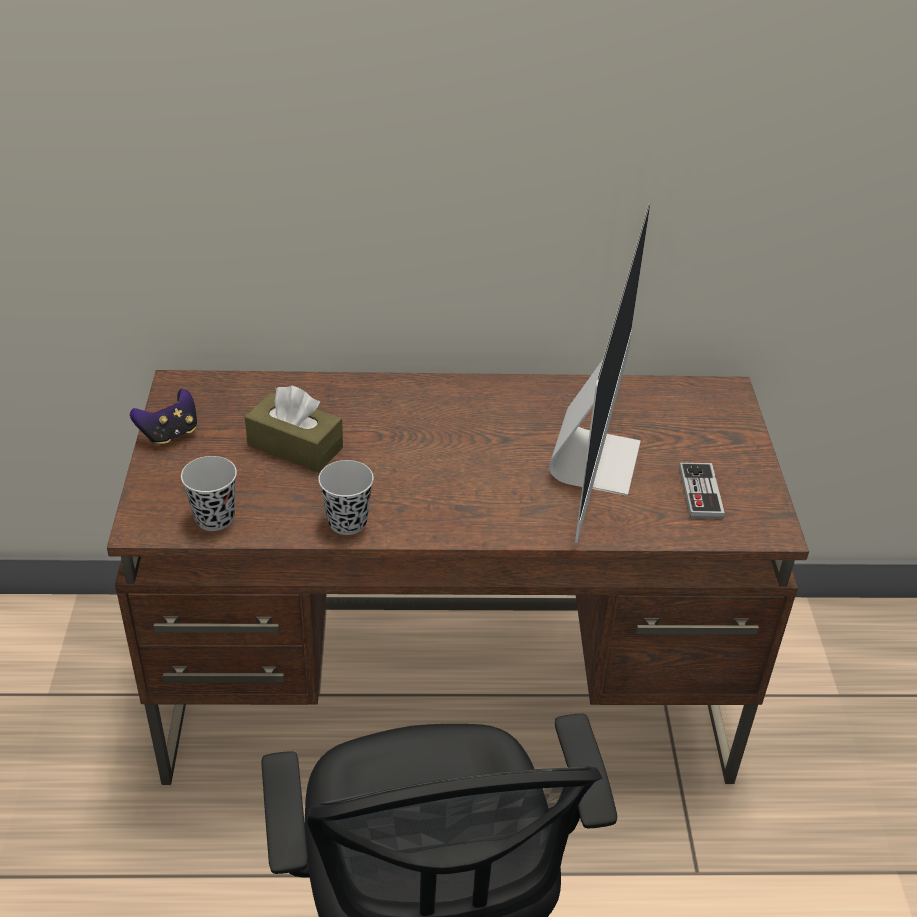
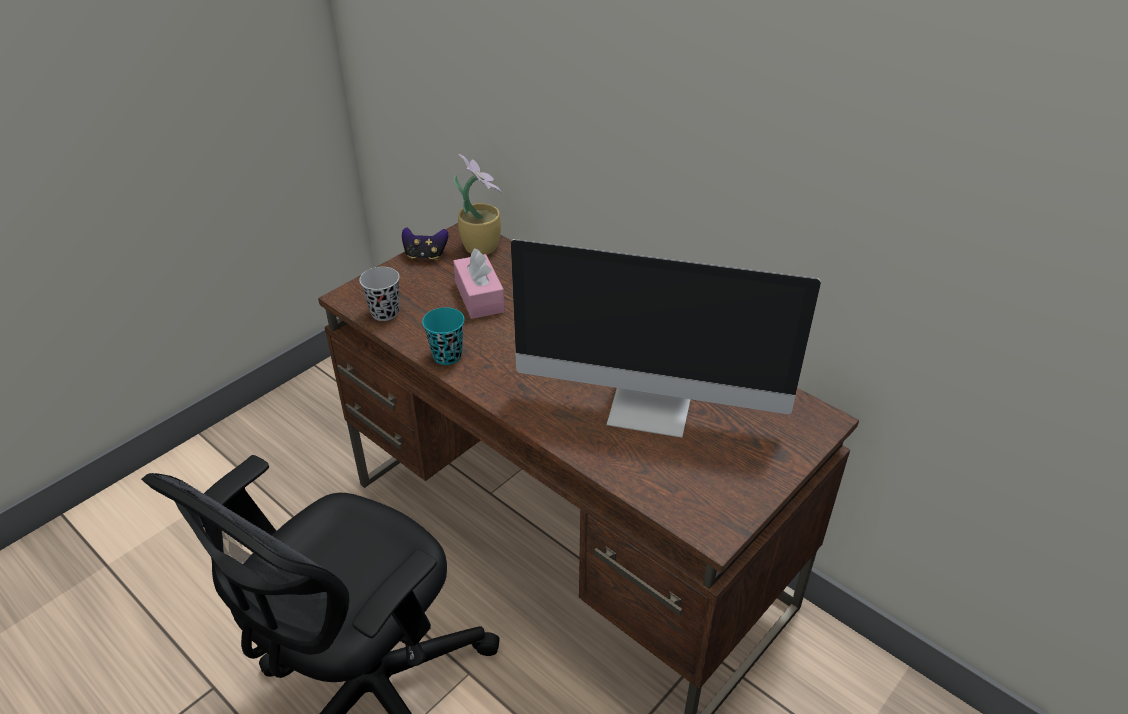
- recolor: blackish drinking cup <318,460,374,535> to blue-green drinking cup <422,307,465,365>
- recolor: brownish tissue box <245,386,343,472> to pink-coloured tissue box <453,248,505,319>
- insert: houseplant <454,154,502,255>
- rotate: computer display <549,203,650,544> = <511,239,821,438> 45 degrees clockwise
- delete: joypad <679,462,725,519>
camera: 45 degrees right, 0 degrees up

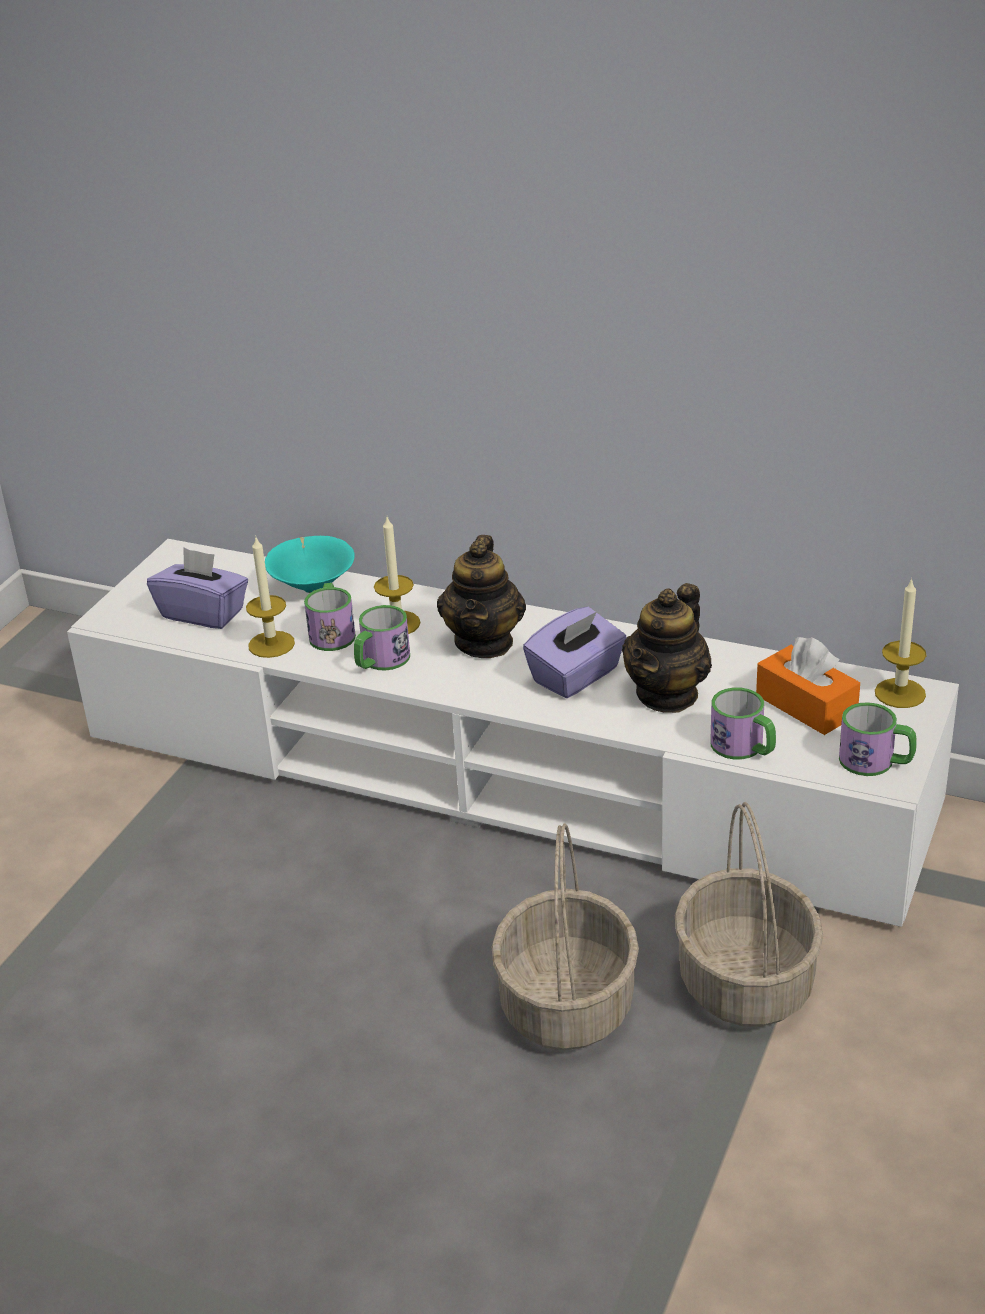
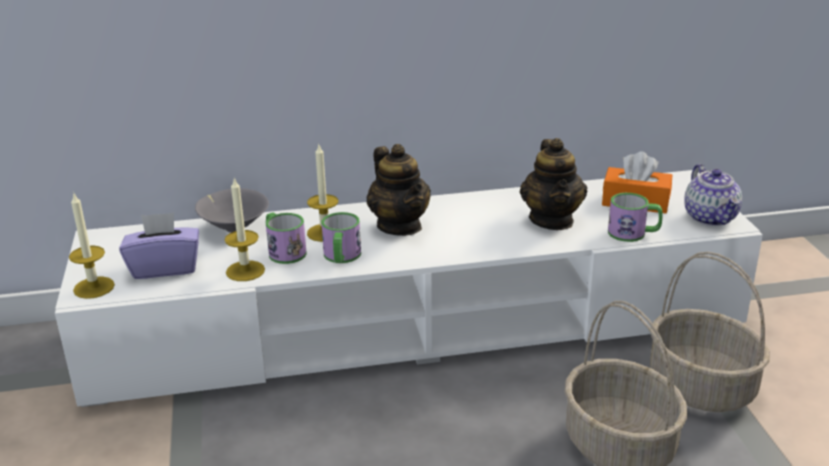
- move: wax candle <875,578,926,708> to <69,194,115,299>
- recolor: blue-green deep dish <265,536,355,593> to grey deep dish <195,188,269,233>
- replace: mug <839,702,917,776> to teapot <684,164,742,226>
- delete: purple-coloured tissue box <523,606,627,698>
camera: 35 degrees left, 5 degrees down

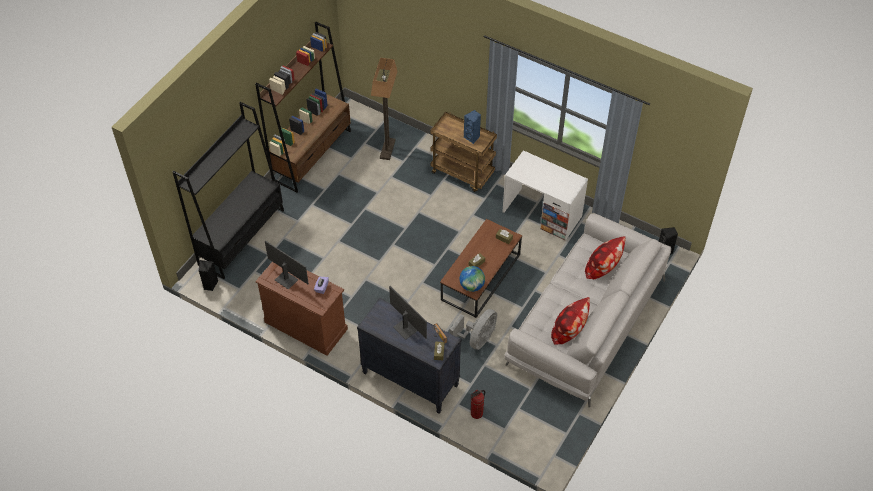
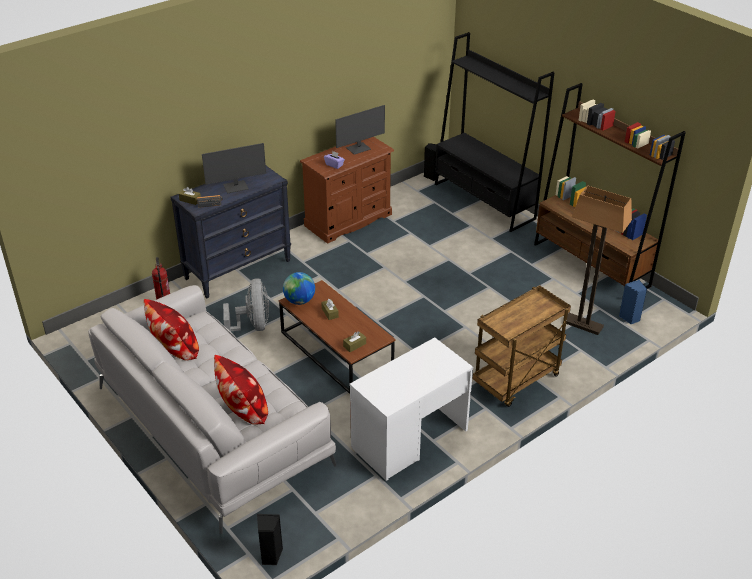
- rotate: grey electric fan <449,309,497,350> = <223,279,269,332> 150 degrees counterclockwise
- move: bluish loudspeaker <464,110,481,144> to <619,280,647,324>
camera: 110 degrees right, 15 degrees down

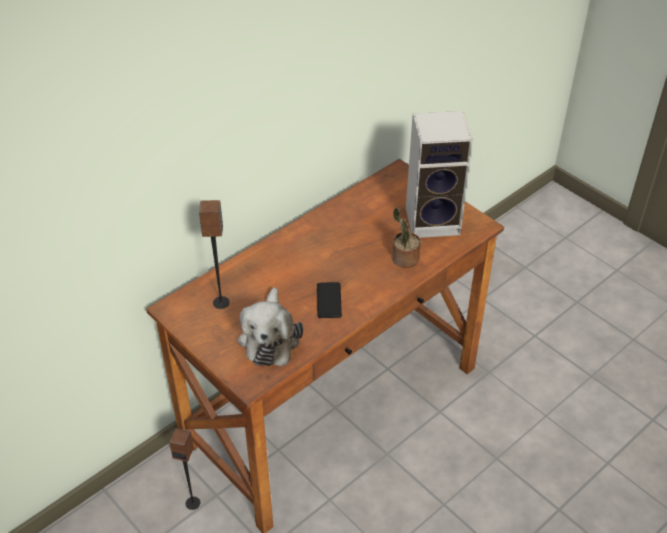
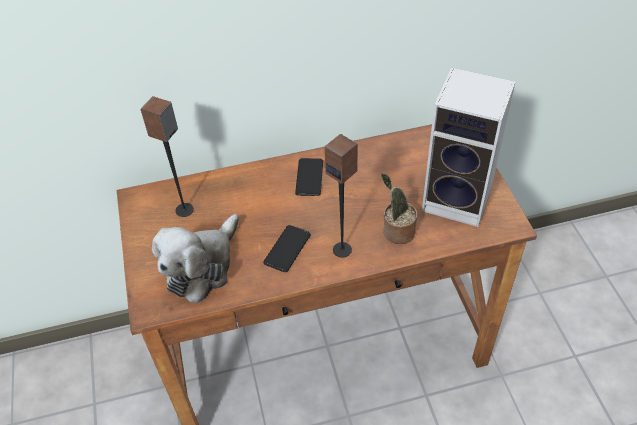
- insert: handset <295,158,323,196>
- move: loudspeaker <169,428,200,510> to <325,134,358,258>
camera: 30 degrees right, 5 degrees up

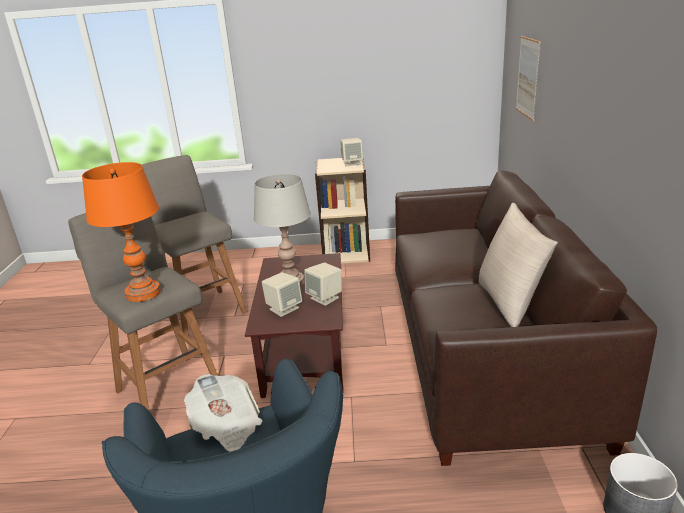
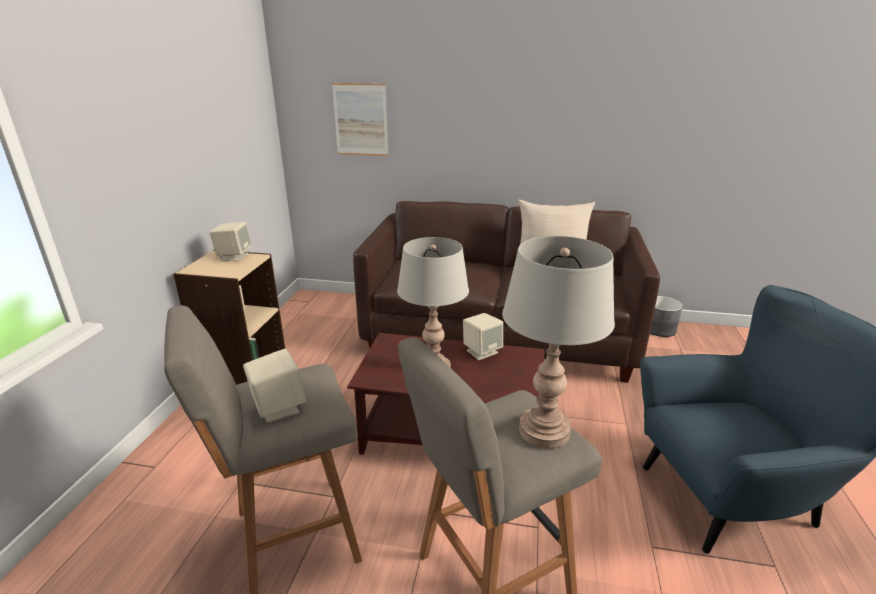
- move: sand-coloured loudspeaker <262,272,302,317> to <243,349,306,422>
- recolor: orange table lamp <82,162,160,302> to grey table lamp <502,236,615,449>
- delete: printed paper <184,374,262,452>
camera: 80 degrees left, 0 degrees up

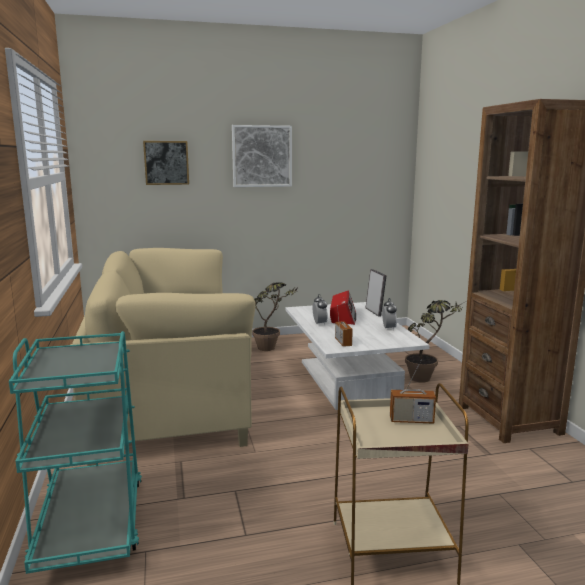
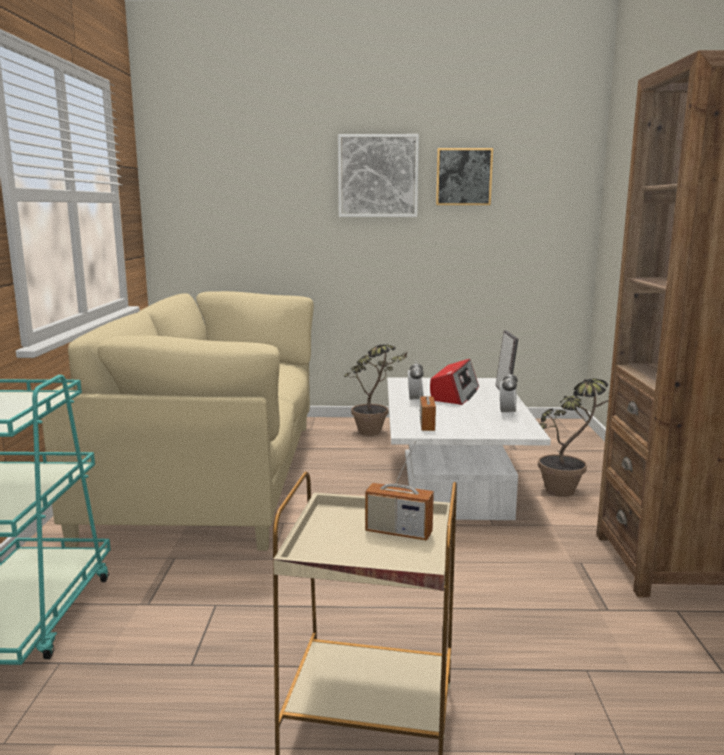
- move: wall art <143,141,189,185> to <436,148,493,205>
camera: 15 degrees right, 0 degrees up

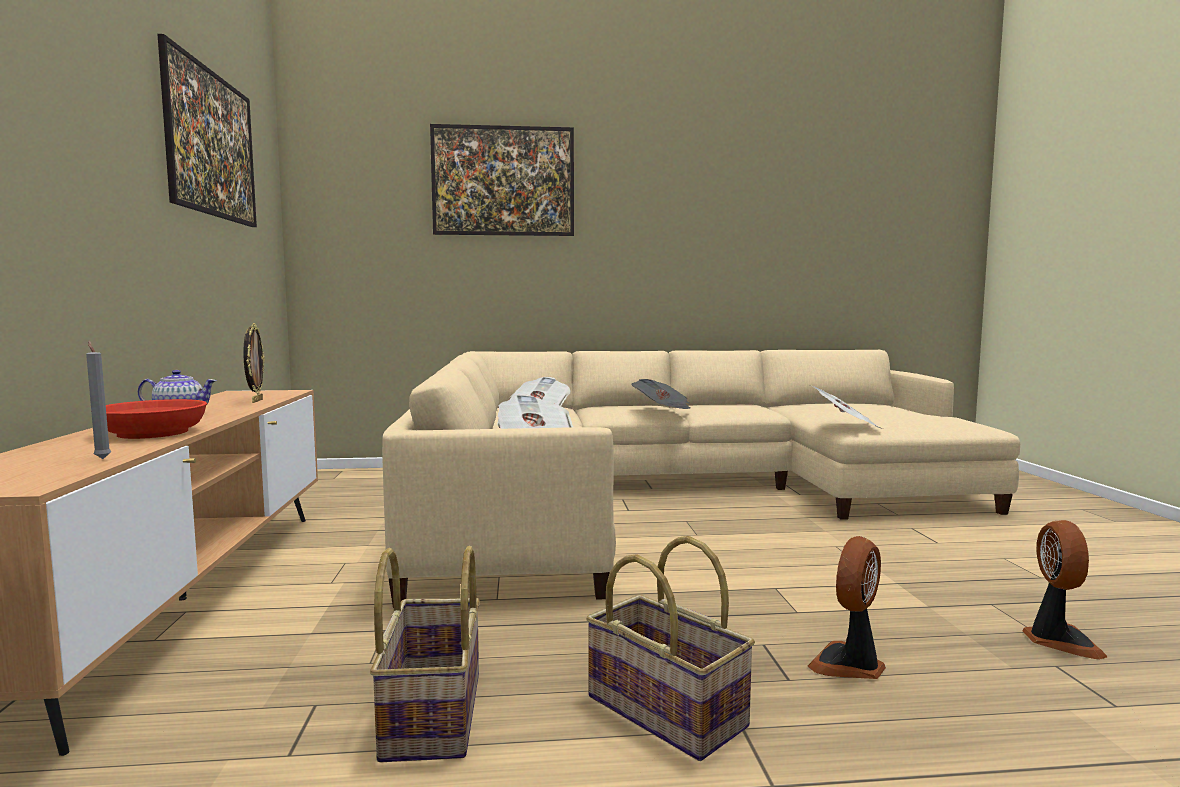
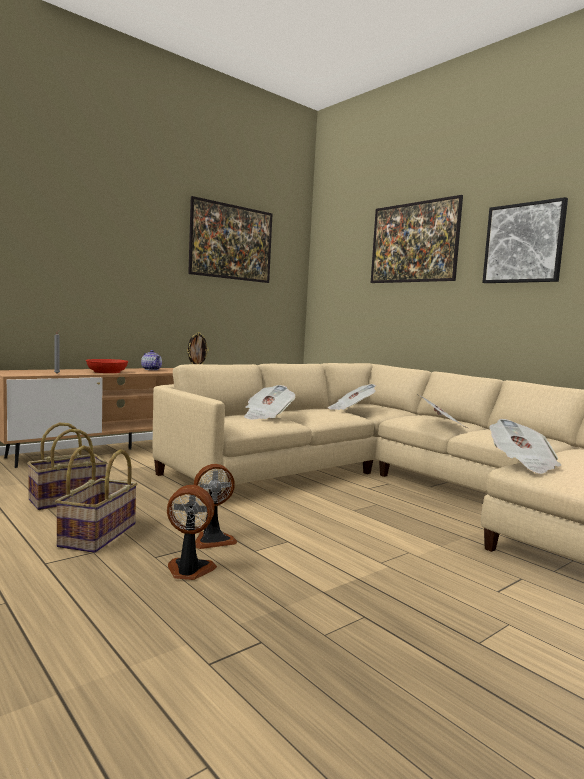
- move: electric fan <1022,520,1107,659> to <194,464,237,549>
- insert: wall art <482,197,568,283>
camera: 55 degrees right, 0 degrees up

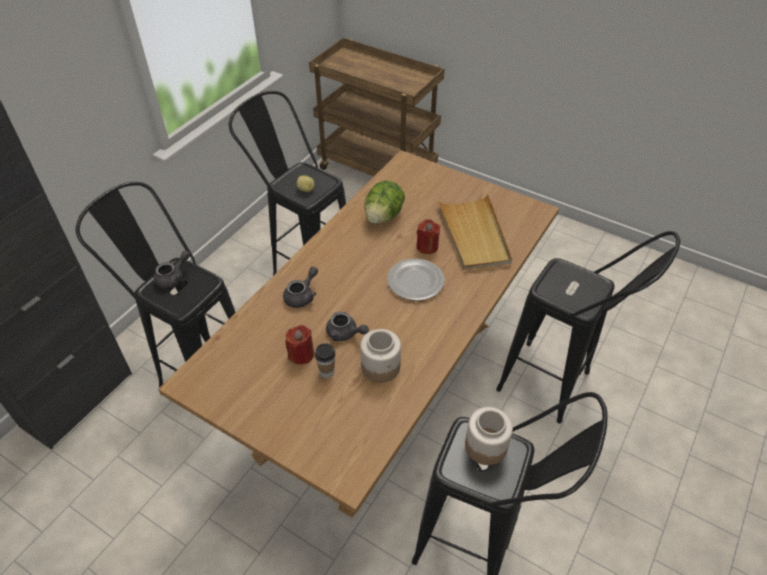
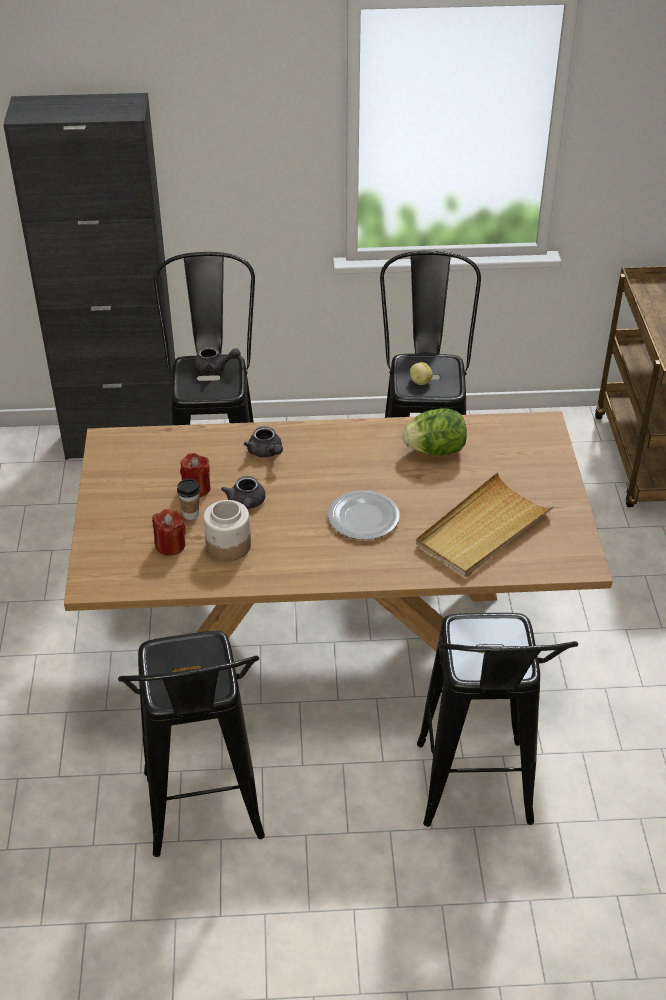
- move: reddish wax candle <416,219,440,254> to <152,509,186,556>
- rotate: grey teapot <283,267,318,308> = <244,426,283,458> 60 degrees clockwise
- delete: jar <465,407,513,465>
camera: 55 degrees right, 5 degrees down

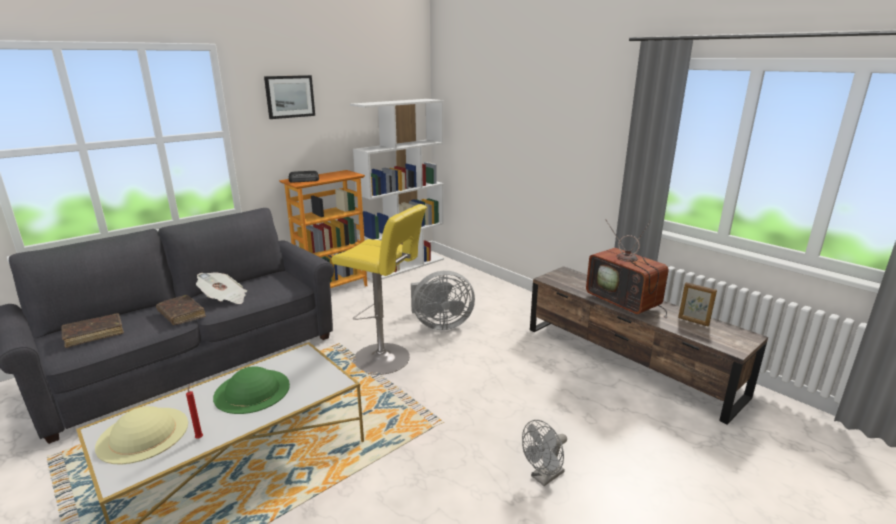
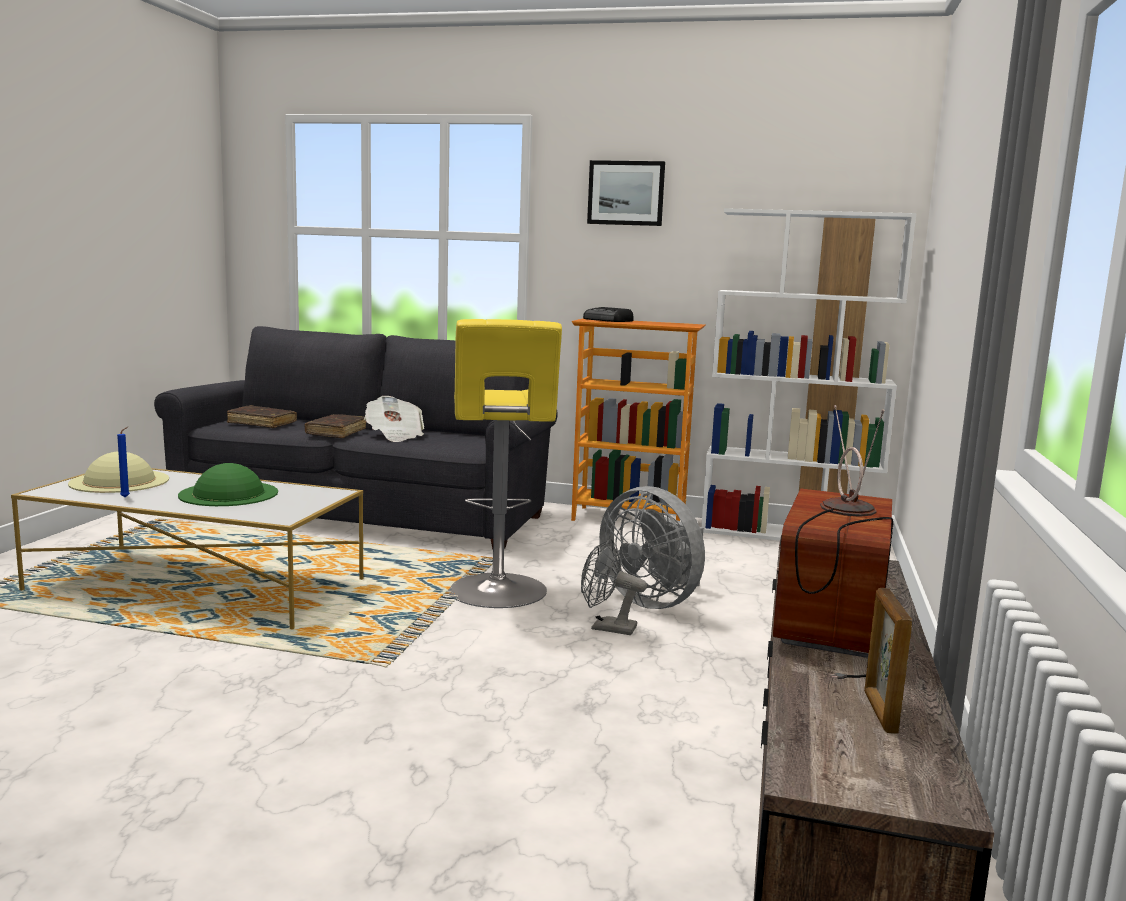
- recolor: reddish wax candle <186,384,203,439> to bluish wax candle <117,426,130,497>
- move: grey electric fan <522,420,567,486> to <581,539,647,635>
camera: 55 degrees right, 10 degrees down

